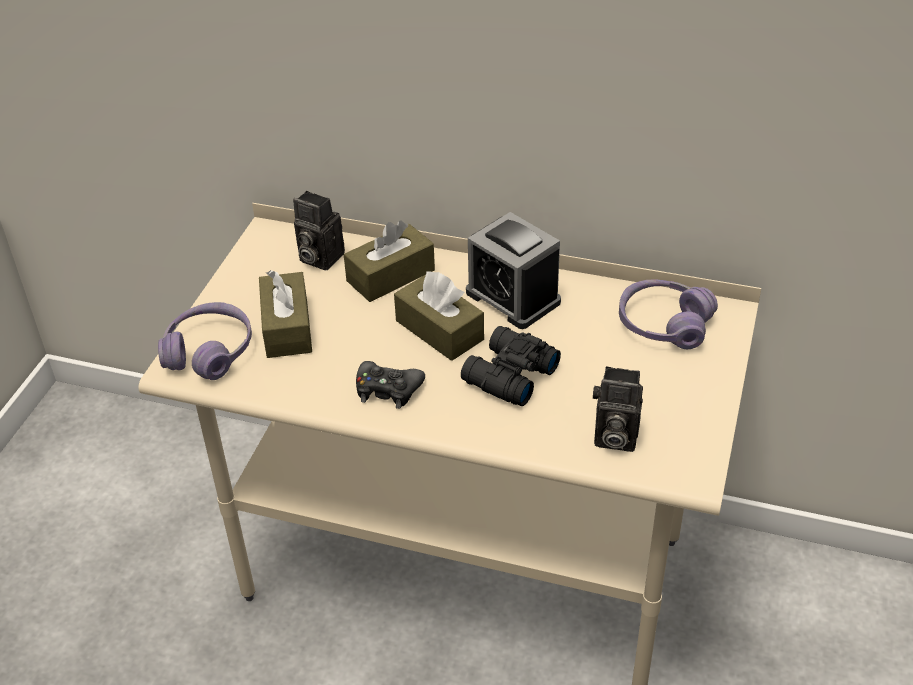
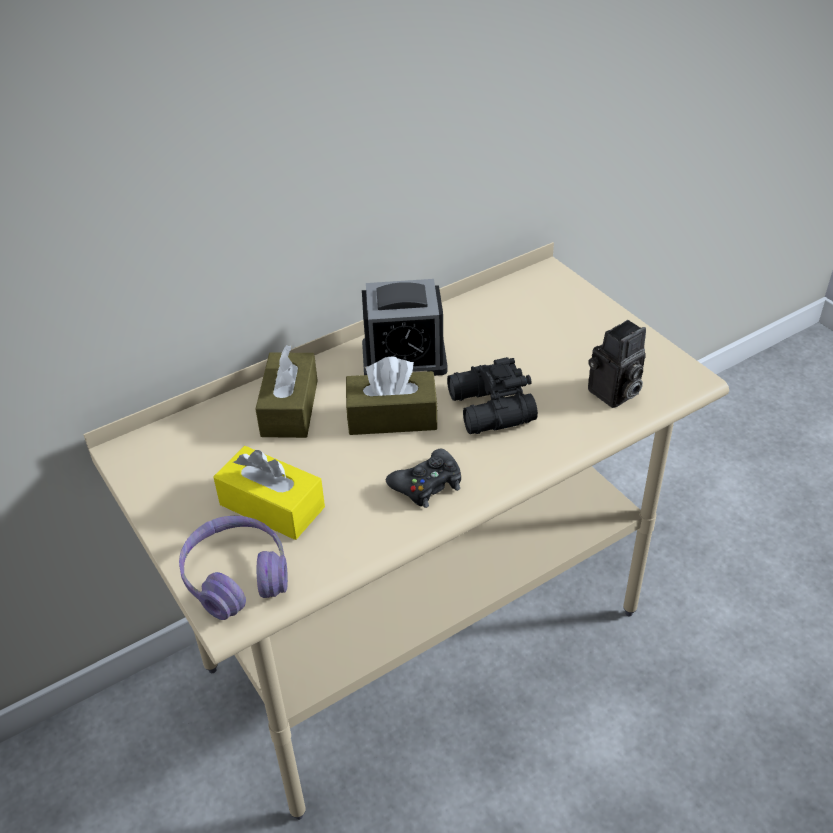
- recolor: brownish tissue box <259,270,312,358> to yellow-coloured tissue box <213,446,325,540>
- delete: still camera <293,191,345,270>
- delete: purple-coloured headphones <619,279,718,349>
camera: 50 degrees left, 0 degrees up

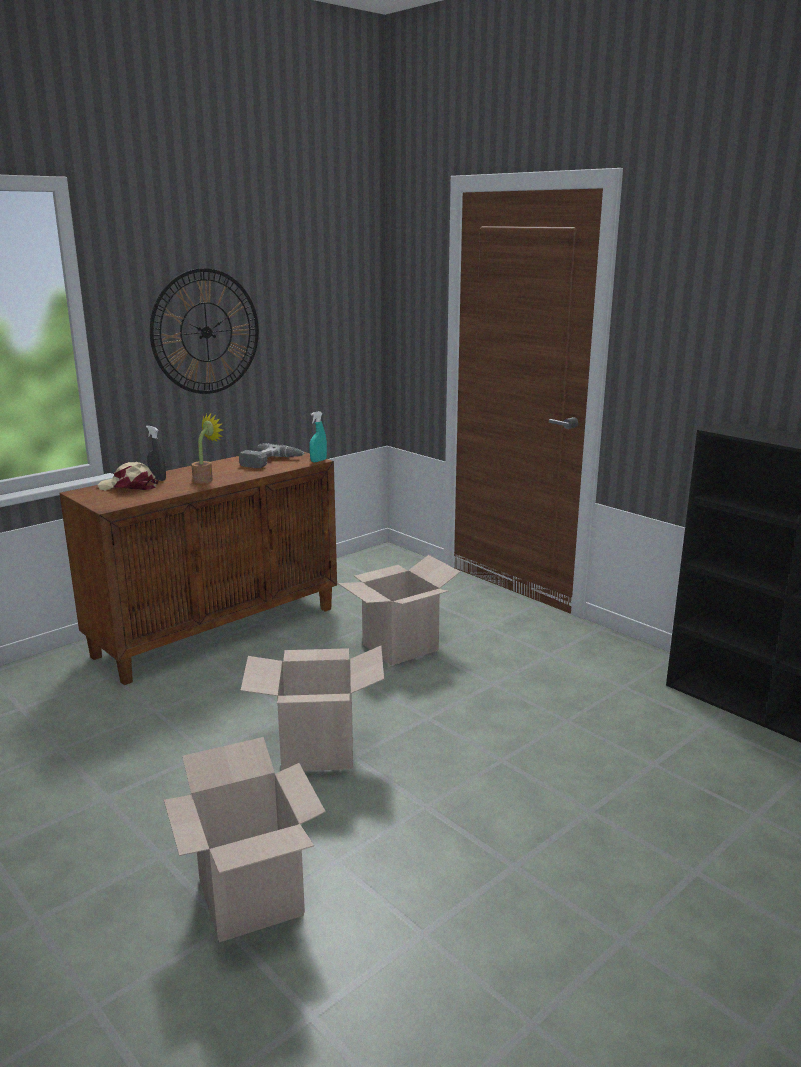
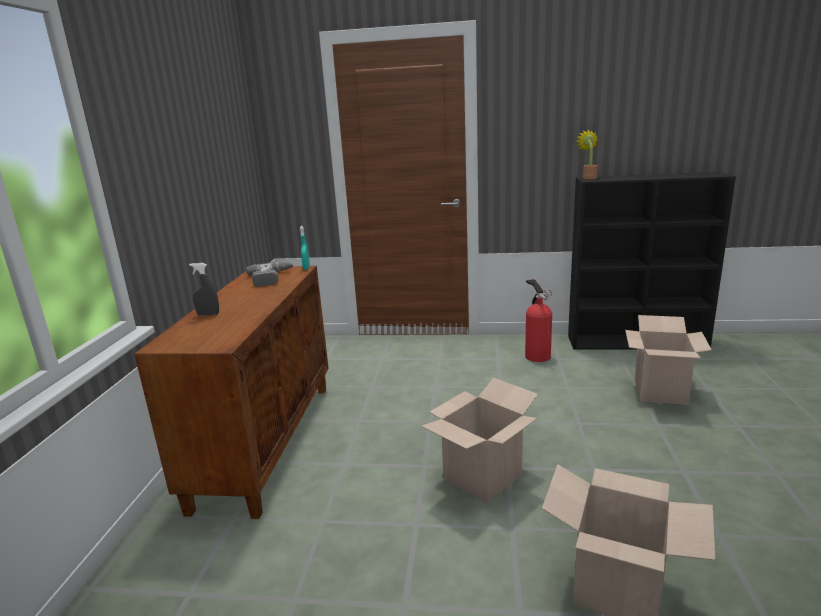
- insert: extinguisher <525,279,552,362>
- move: houseplant <191,414,223,484> to <577,130,598,179>
- move: cardboard box <338,555,460,666> to <625,315,712,405>
- delete: sand-coloured peaked cap <98,462,158,491>
- delete: hanging clock <150,268,259,394>
camera: 40 degrees left, 0 degrees up

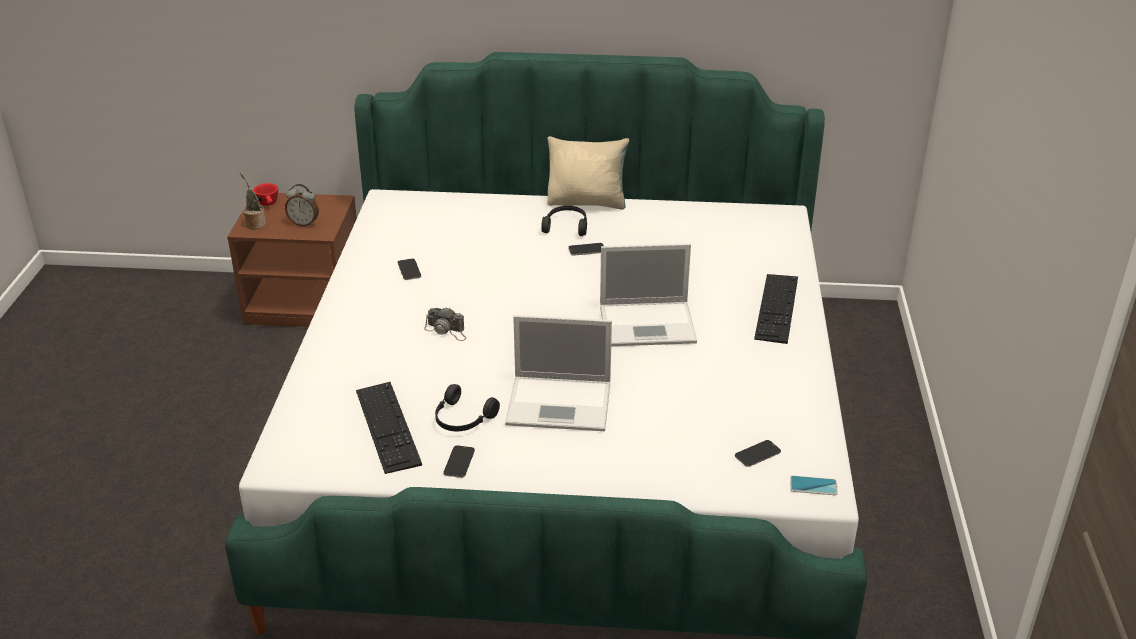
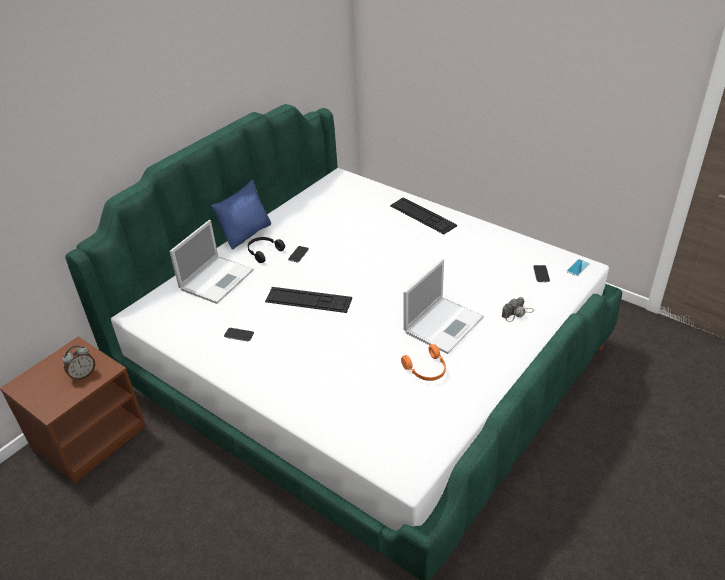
- move: portable computer <600,243,697,346> to <169,220,254,304>
- recolor: sand-coloured pillow <547,136,629,210> to bluish pillow <211,179,271,250>
- move: computer keyboard <356,382,422,474> to <265,287,352,313>
- recolor: blackish headphones <435,384,500,431> to orange headphones <401,344,446,381>
- move: still camera <424,307,466,341> to <502,297,534,322>
- delete: houseplant <240,173,266,229>
- delete: reddish drinking cup <253,183,278,206>
- delete: handset <443,445,475,478>
camera: 55 degrees left, 5 degrees up

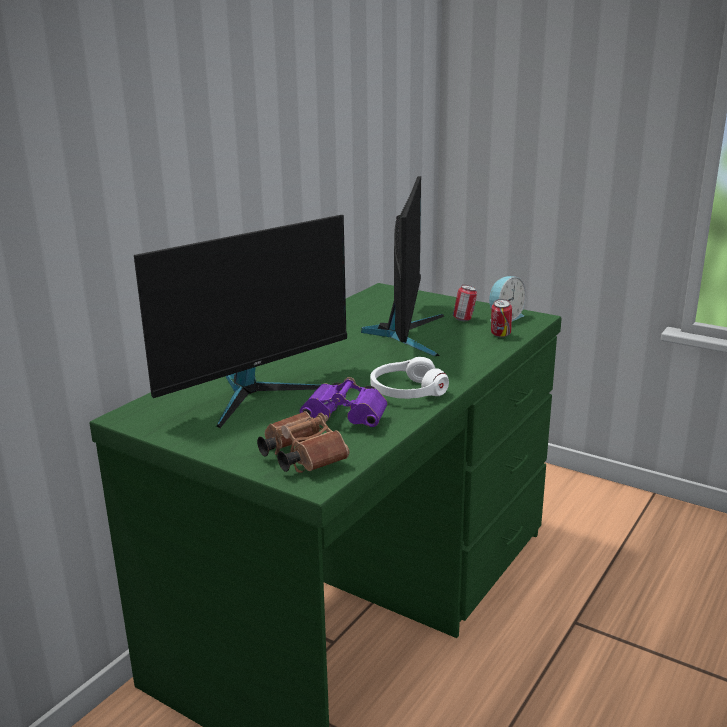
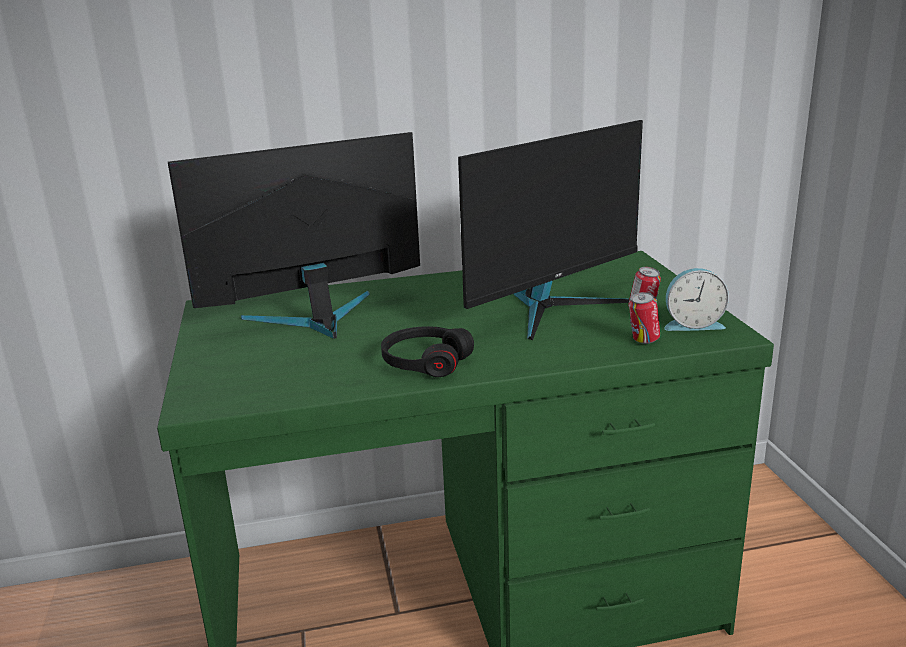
- rotate: computer display <134,215,347,428> = <168,132,420,339> 150 degrees clockwise
- recolor: white headphones <370,357,449,399> to blackish headphones <381,326,474,377>
- delete: brownish binoculars <257,411,349,473>
- delete: purple-coloured binoculars <300,377,387,427>
camera: 45 degrees right, 0 degrees up

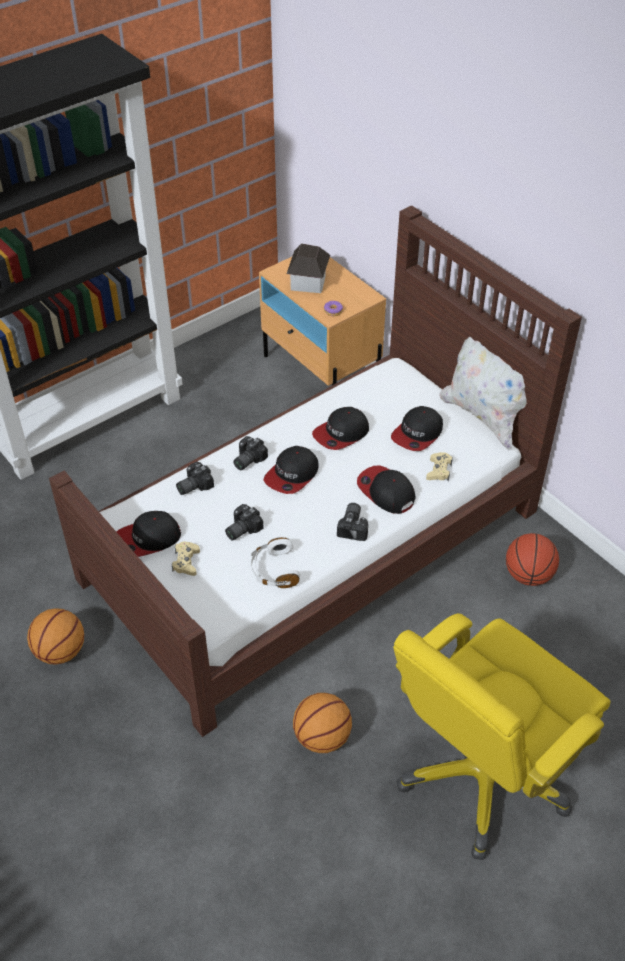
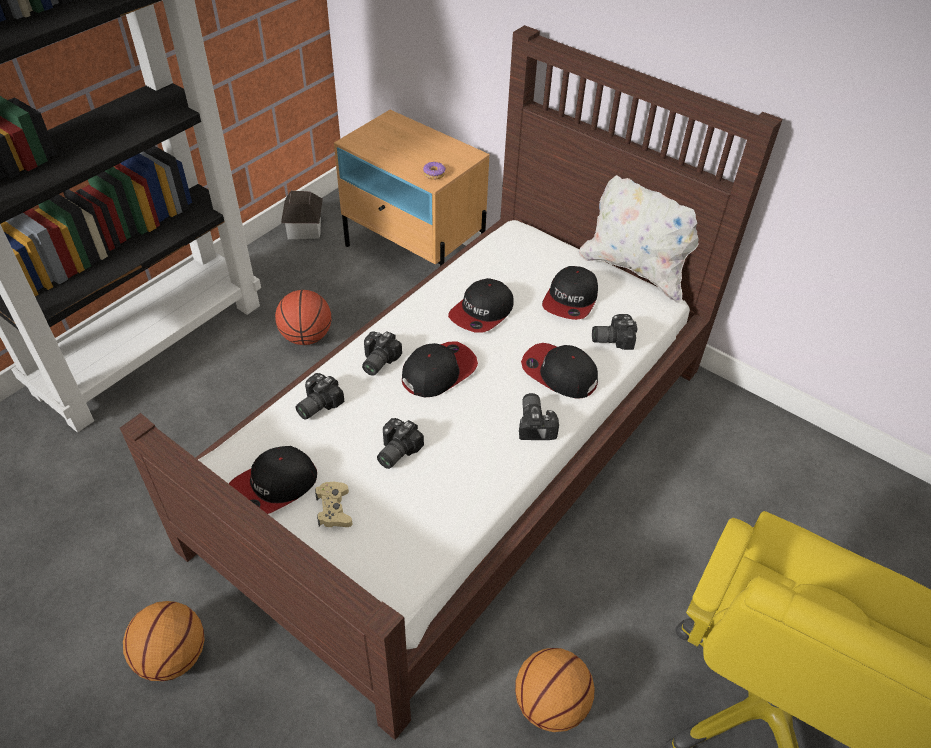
- move: ball for basketball <506,533,559,586> to <275,290,331,345>
- move: toy house <286,243,330,293> to <281,190,323,239>
- rotate: peaked cap <264,446,319,494> = <402,342,478,397> 150 degrees counterclockwise
- replace: sand-coloured joypad <426,452,453,481> to still camera <592,314,638,350>
- delete: white headphones <251,537,300,588>
camera: 15 degrees left, 0 degrees up

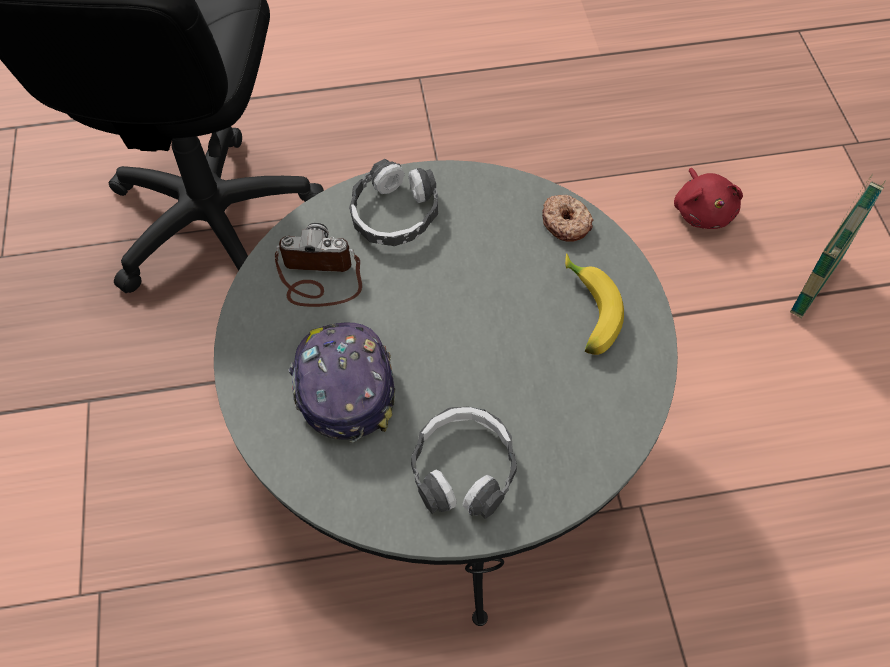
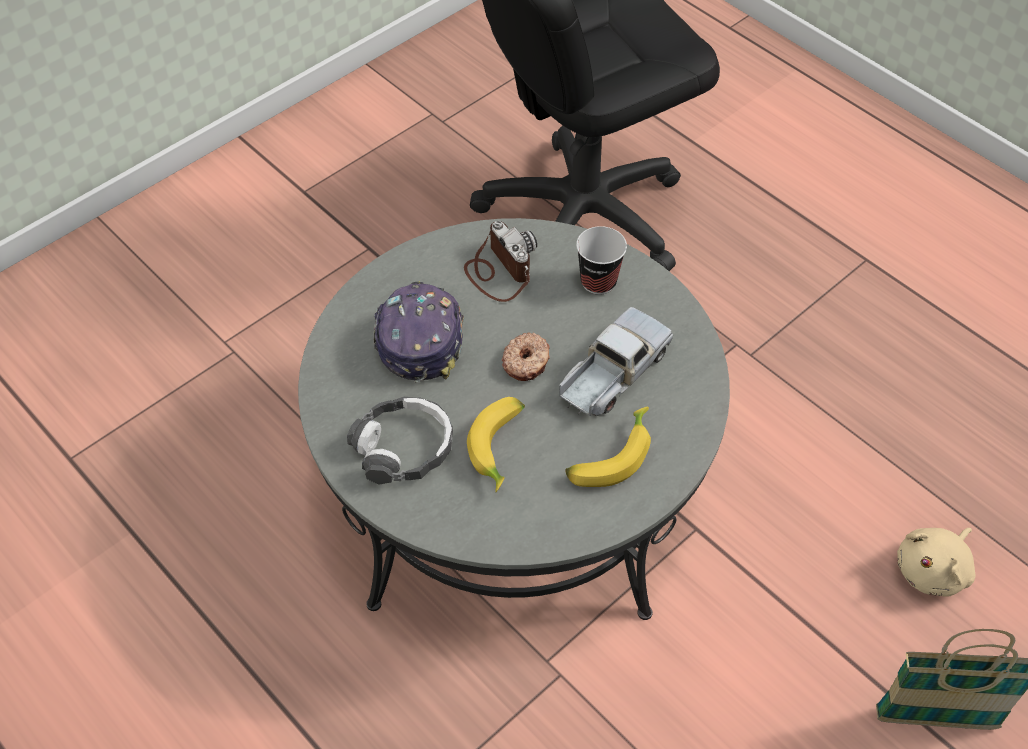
- rotate: peaked cap <288,322,396,443> = <373,281,464,382> 45 degrees counterclockwise
- insert: banana <467,397,525,493>
- move: donut <542,195,593,242> to <502,332,550,381>
- insert: toy lorry <559,307,673,416>
- replace: headphones <349,159,438,246> to drinking cup <576,226,627,295>
- recolor: reddish cuddly toy <674,168,743,229> to sand-coloured cuddly toy <897,528,976,597>
camera: 55 degrees right, 5 degrees down

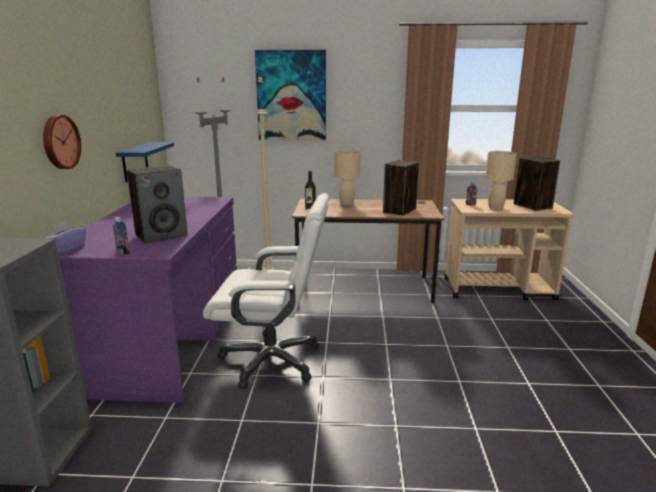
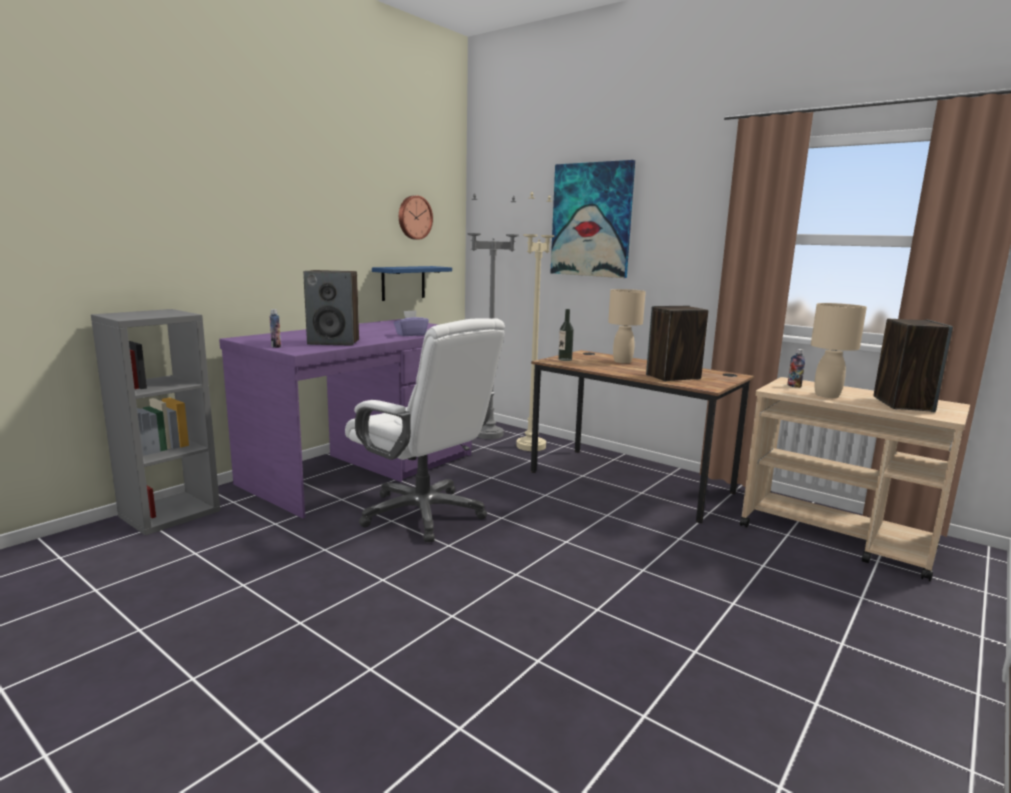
- move: purple-coloured tissue box <44,221,86,254> to <394,310,429,336>
- move: hanging clock <43,115,81,169> to <399,195,433,240>
camera: 35 degrees right, 5 degrees down

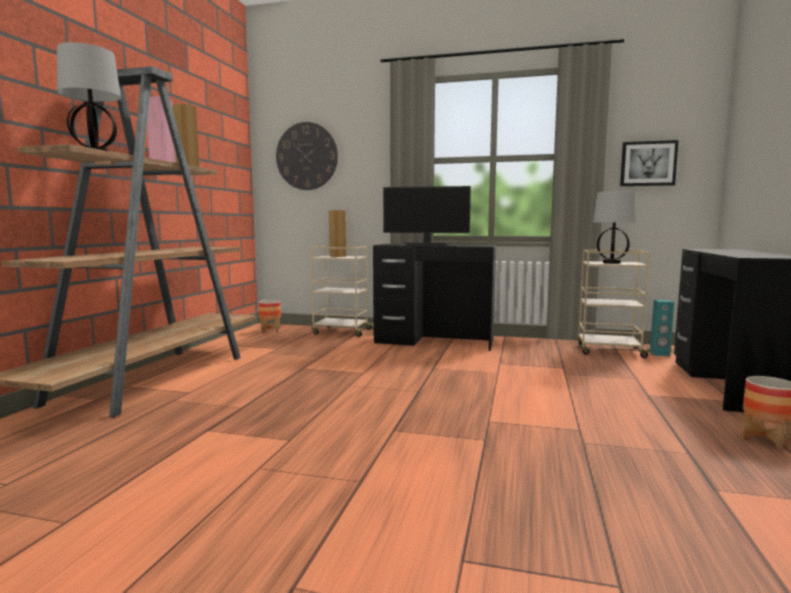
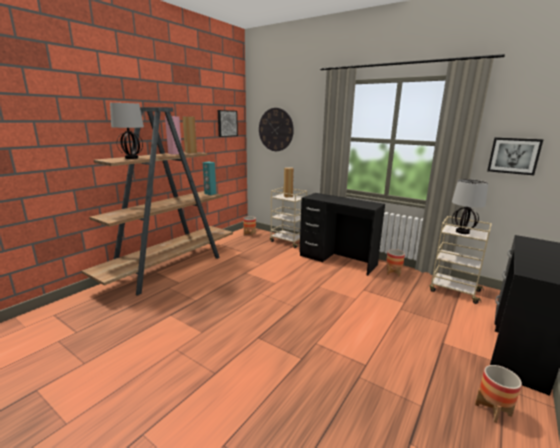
- move: blue-green loudspeaker <650,300,674,356> to <203,162,217,195>
- insert: wall art <218,110,238,137>
- insert: flower pot <386,249,405,277>
- delete: computer display <383,186,471,245>
camera: 20 degrees right, 10 degrees up

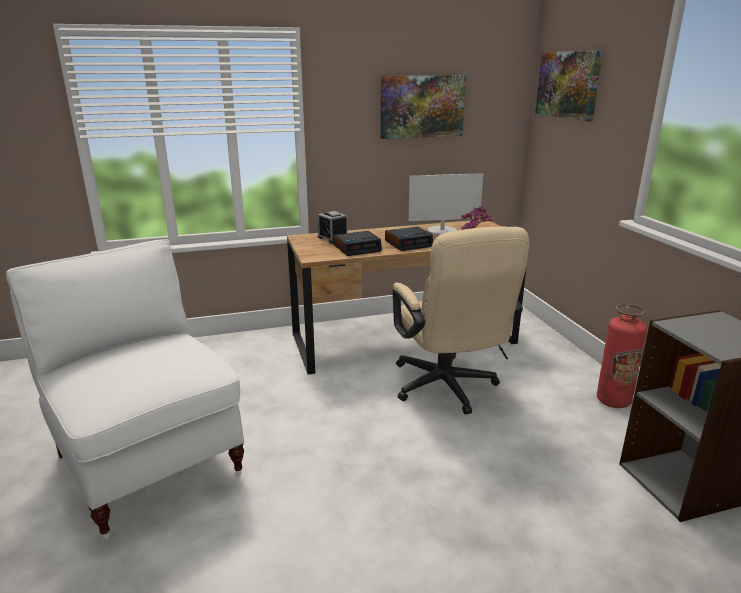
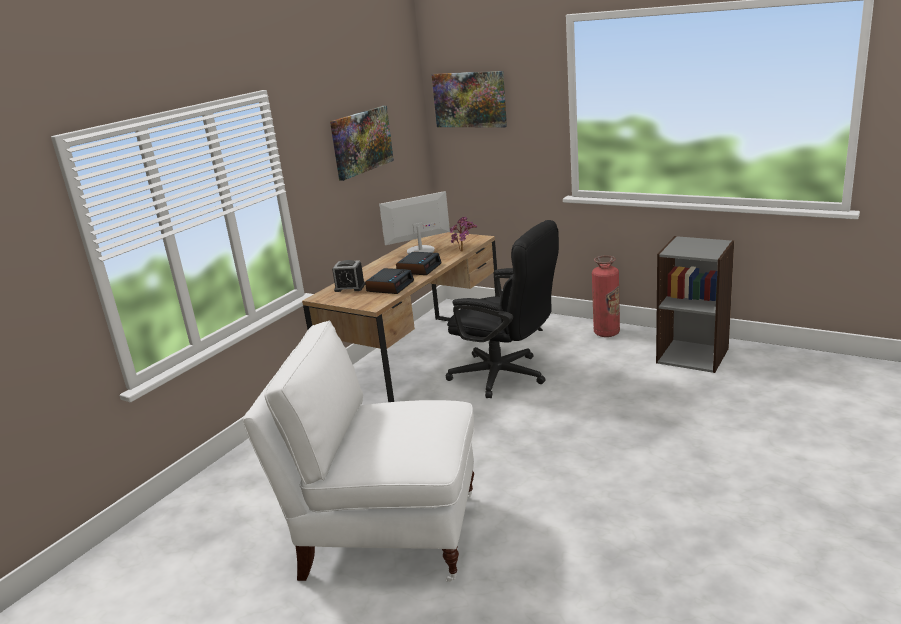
- rotate: computer display <408,173,483,235> = <379,191,450,254> 150 degrees counterclockwise
- recolor: sand-coloured desk chair <392,226,529,414> to blackish desk chair <446,220,559,398>
camera: 40 degrees left, 0 degrees up

